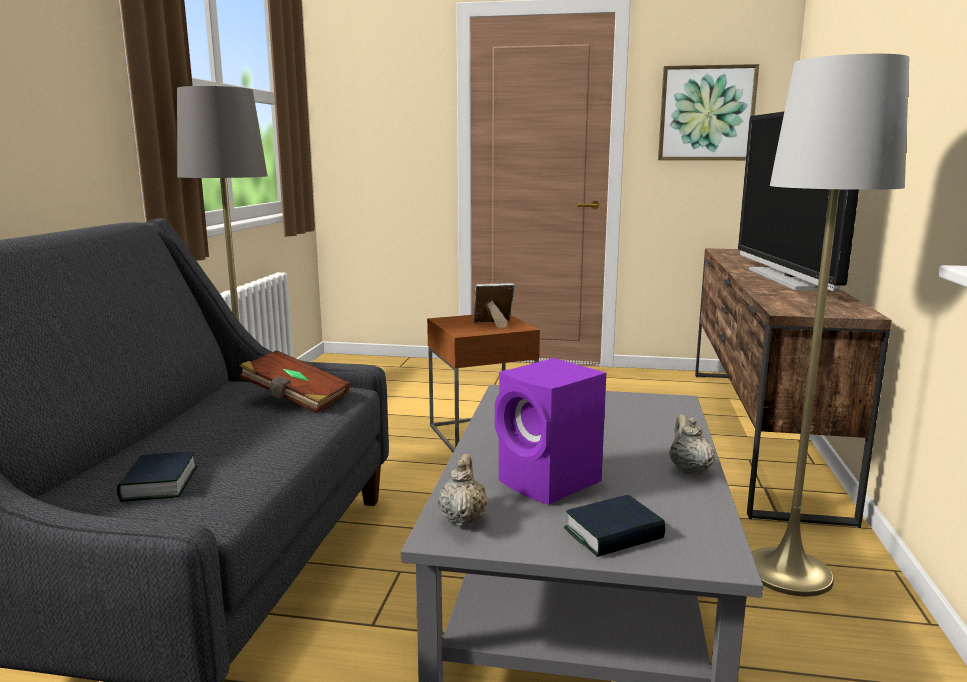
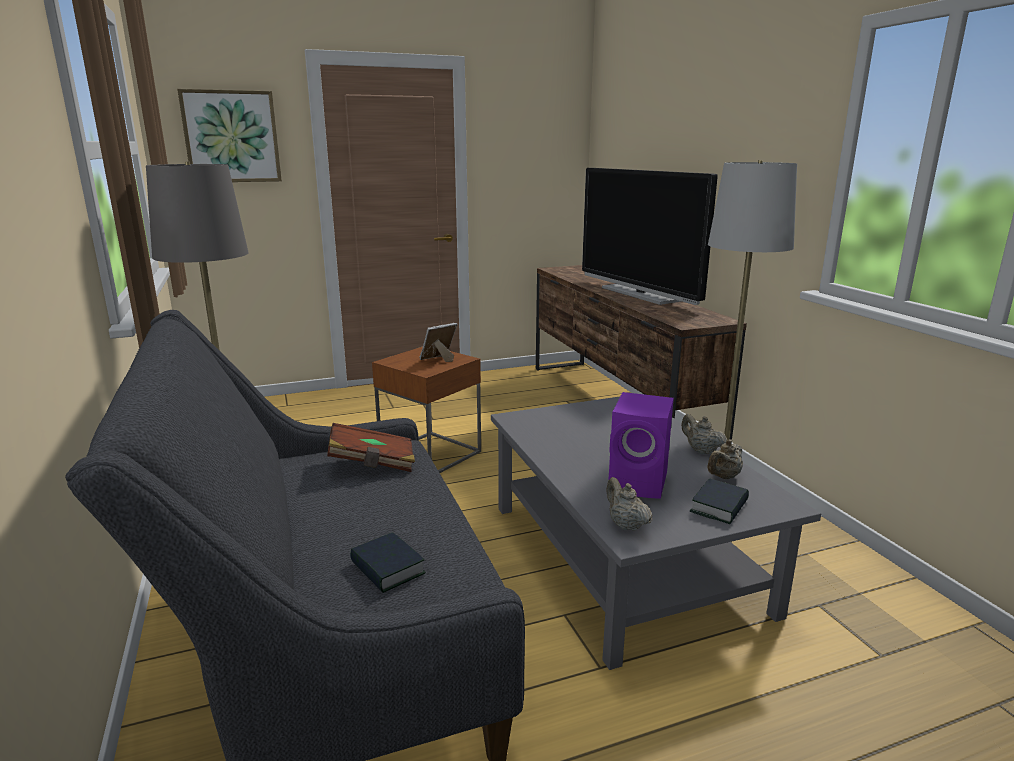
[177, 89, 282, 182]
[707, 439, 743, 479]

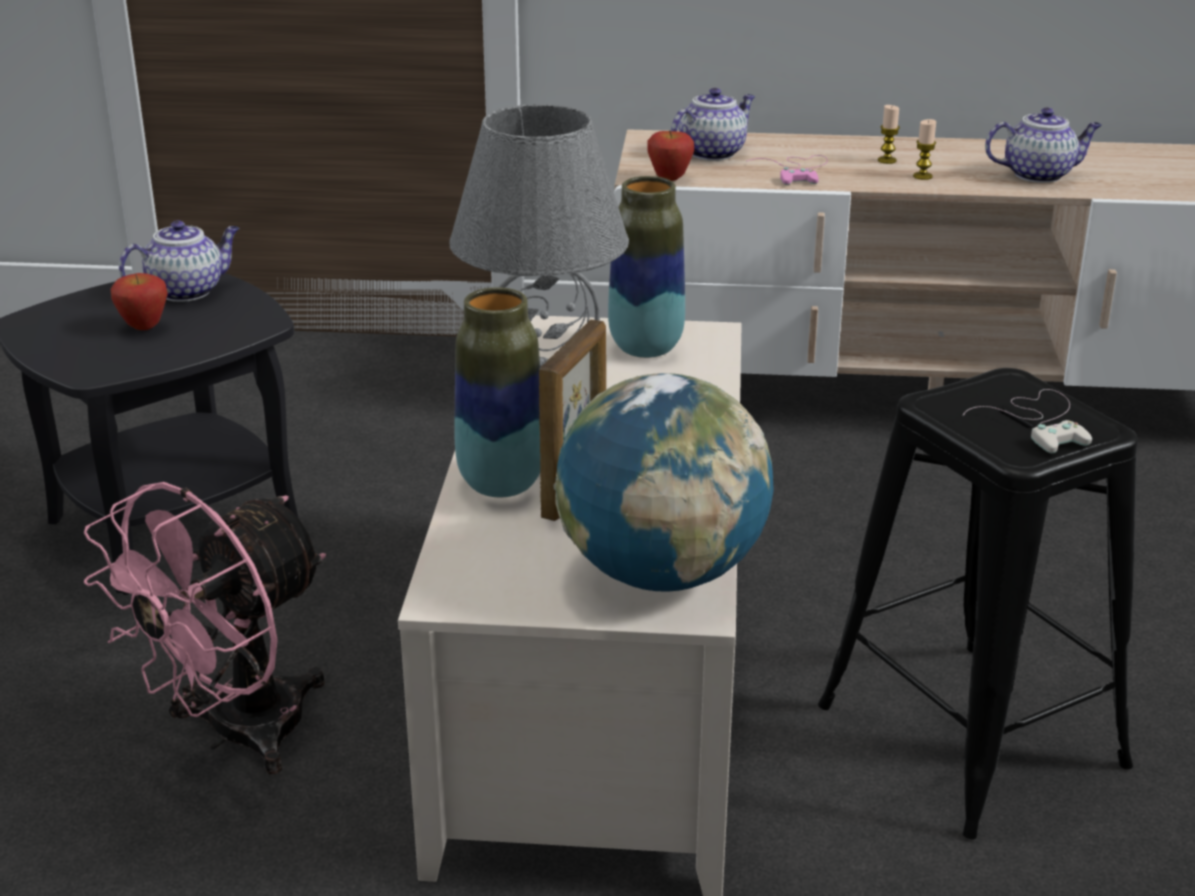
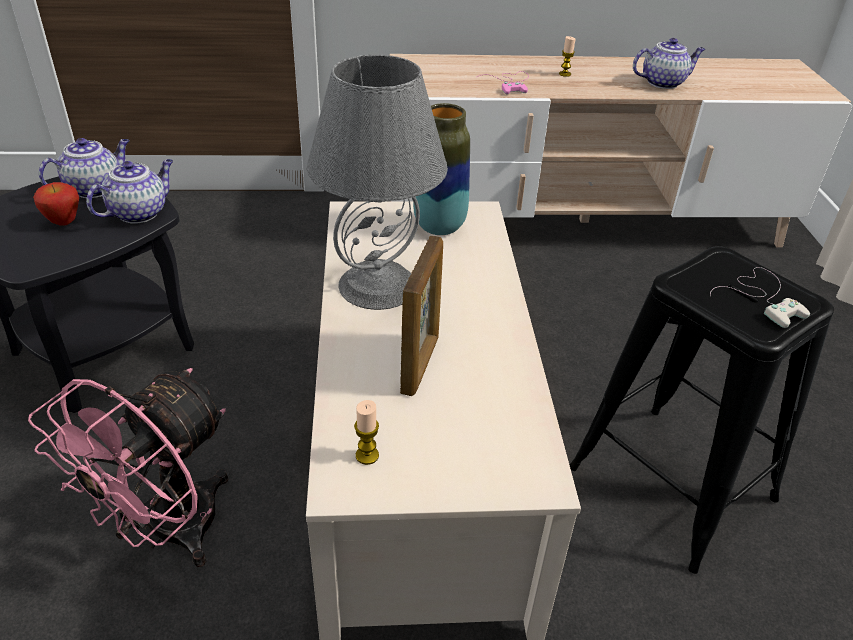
[86, 159, 173, 224]
[354, 400, 379, 465]
[647, 131, 694, 181] (first image)
[454, 287, 541, 497] (first image)
[554, 373, 774, 592] (first image)

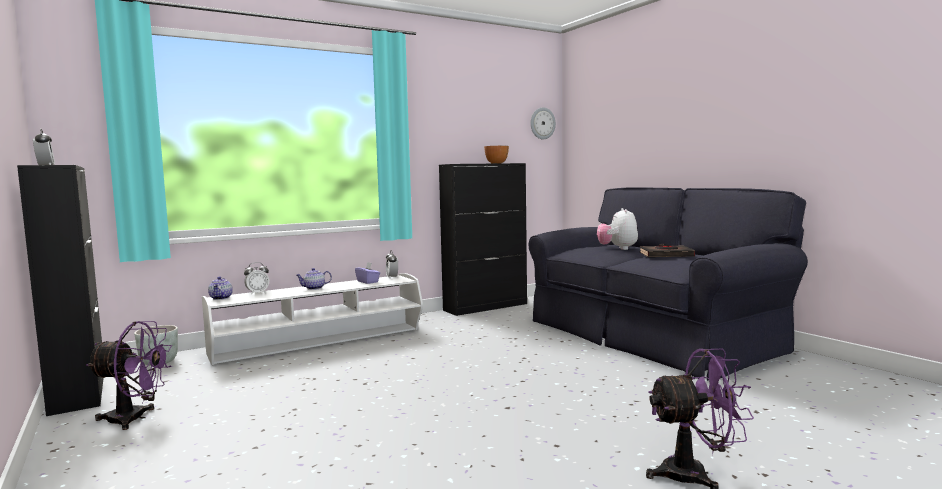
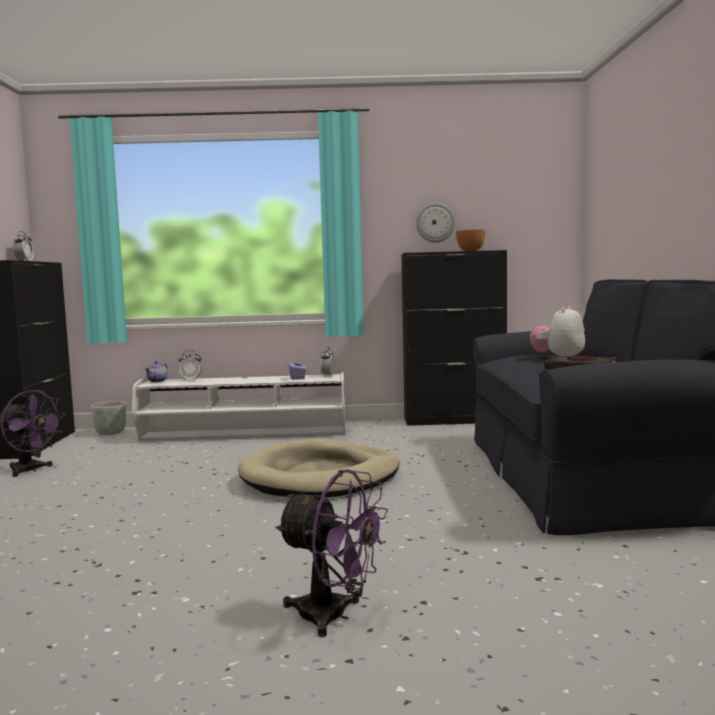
[416, 202, 455, 243]
[296, 268, 332, 290] (first image)
[238, 439, 400, 497]

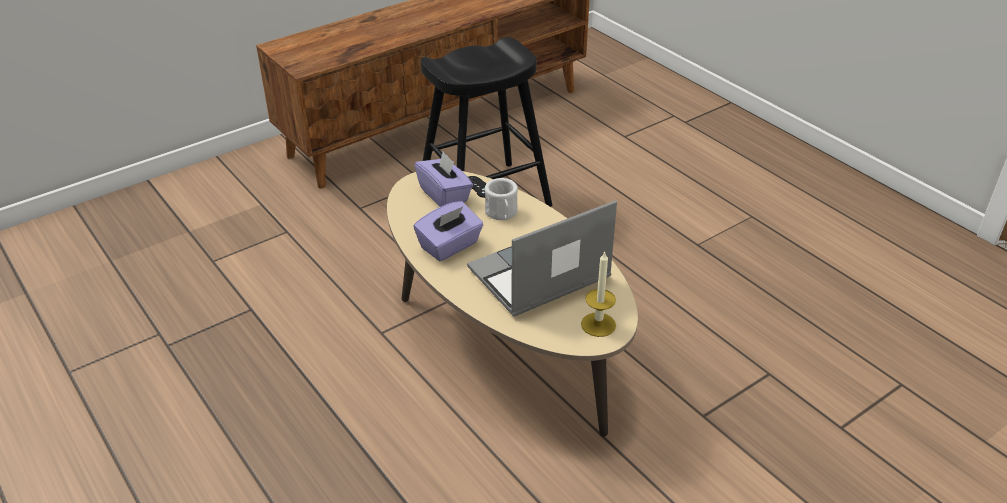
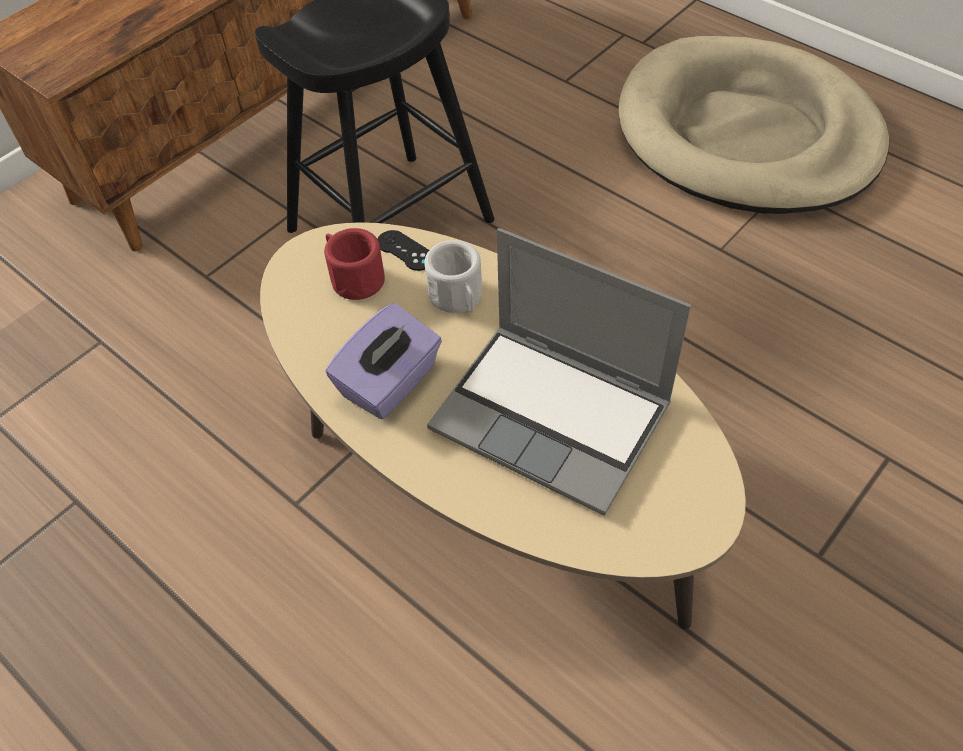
[324, 228, 385, 300]
[427, 228, 691, 516]
[581, 251, 616, 337] (first image)
[619, 36, 889, 214]

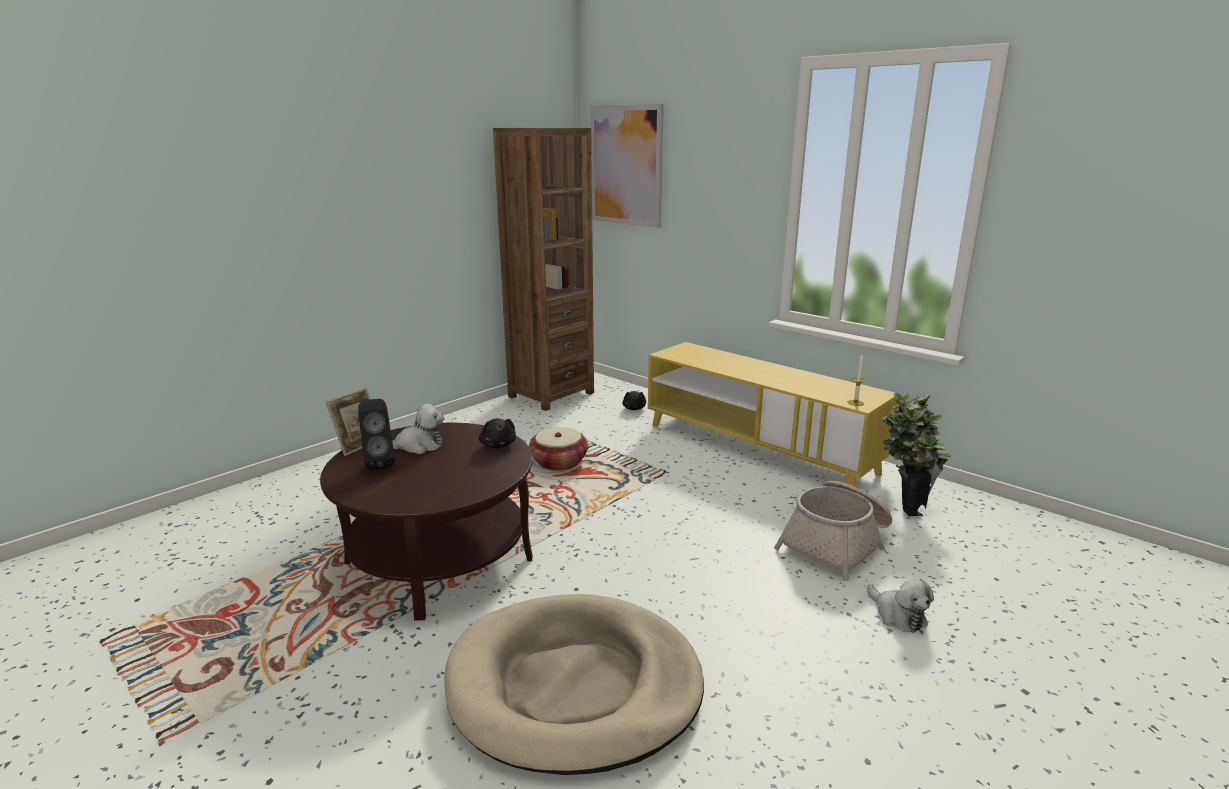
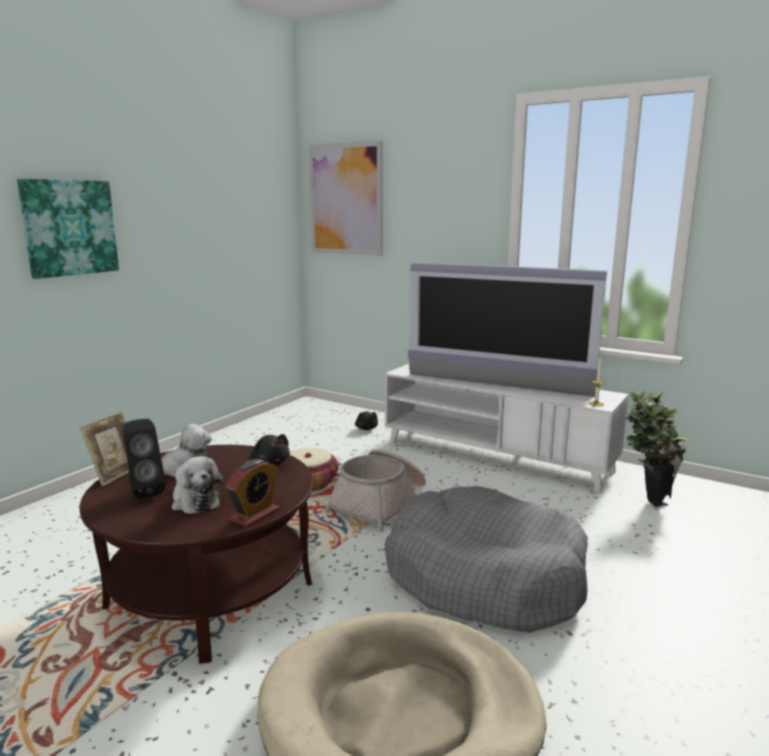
[493, 128, 594, 411] (first image)
[385, 364, 629, 493]
[324, 450, 426, 532]
[172, 456, 223, 514]
[17, 179, 119, 279]
[408, 262, 607, 397]
[226, 459, 279, 527]
[385, 486, 588, 633]

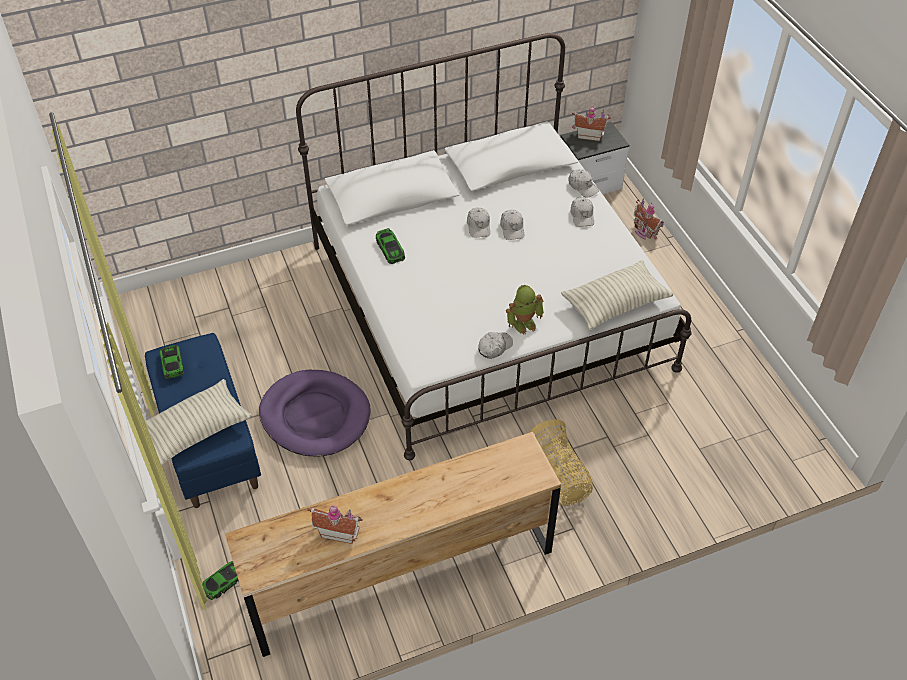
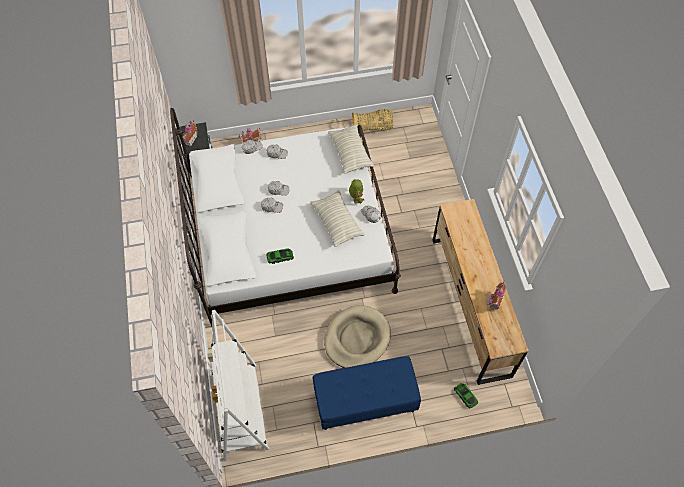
[159, 345, 184, 379] (first image)
[324, 305, 391, 368]
[310, 190, 365, 247]
[352, 109, 393, 131]
[207, 310, 269, 461]

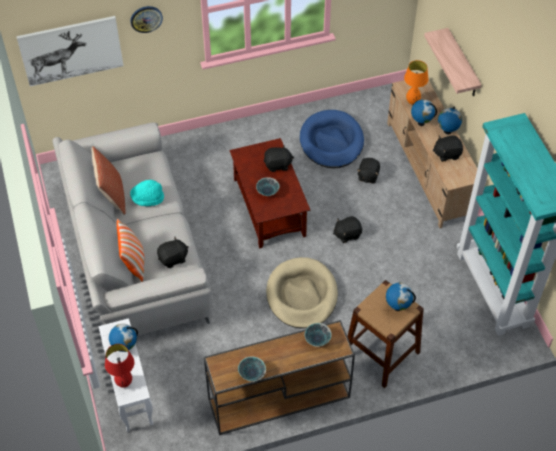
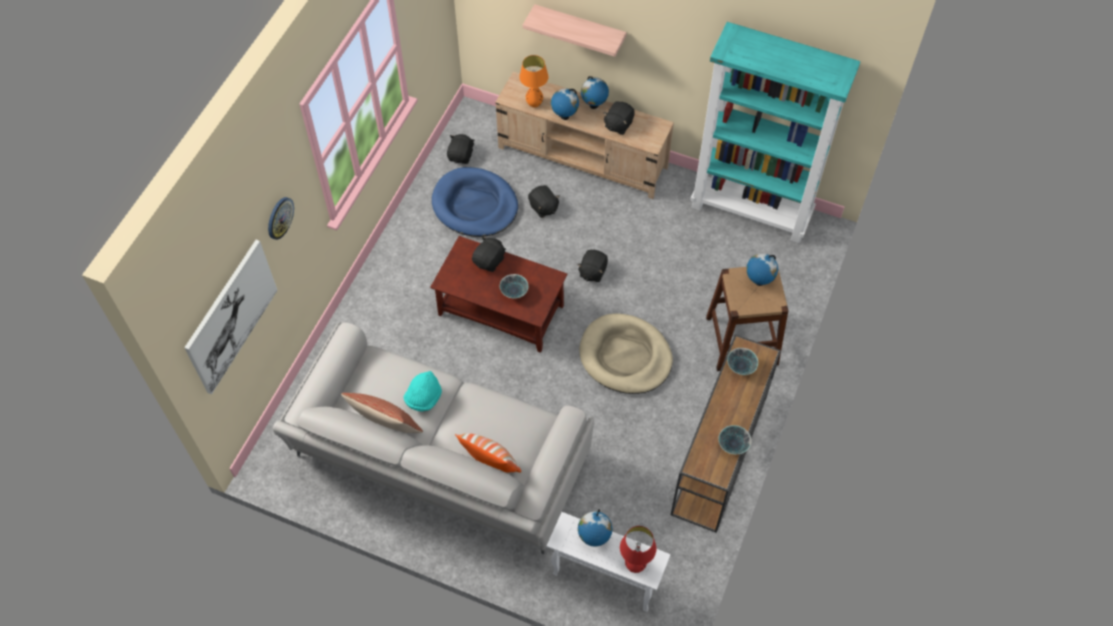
[447, 134, 475, 164]

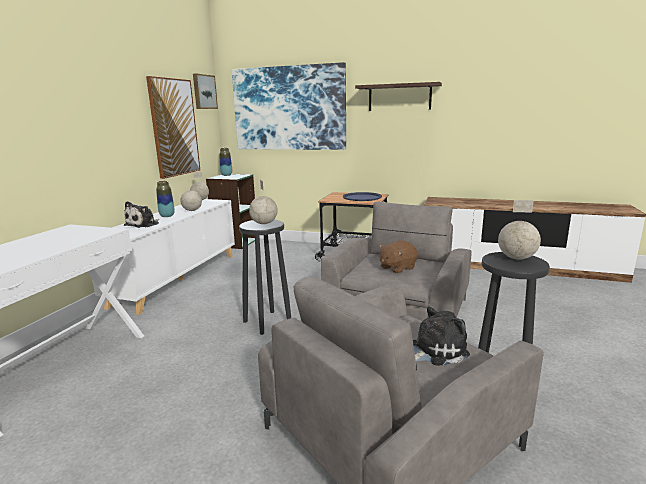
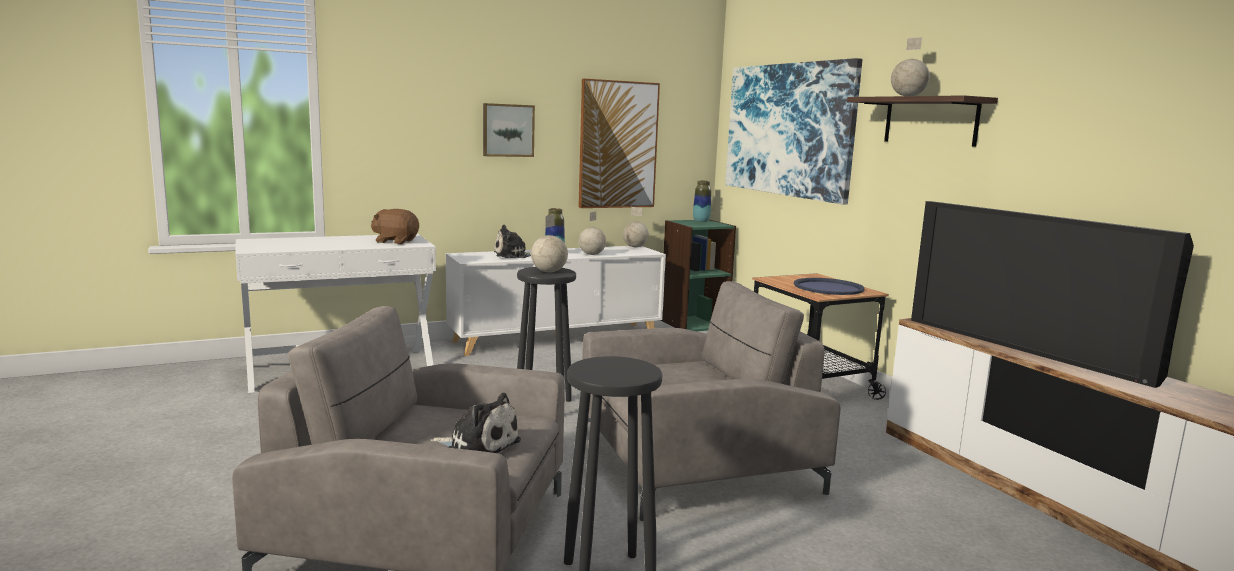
[483, 103, 535, 157]
[891, 37, 930, 96]
[371, 209, 419, 244]
[911, 201, 1194, 388]

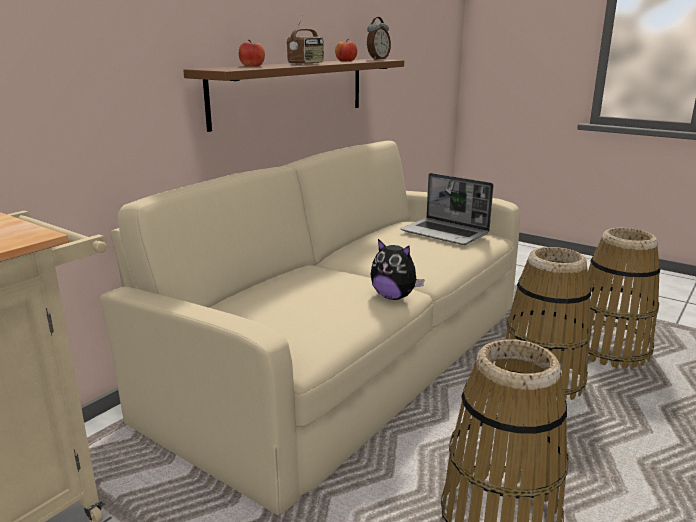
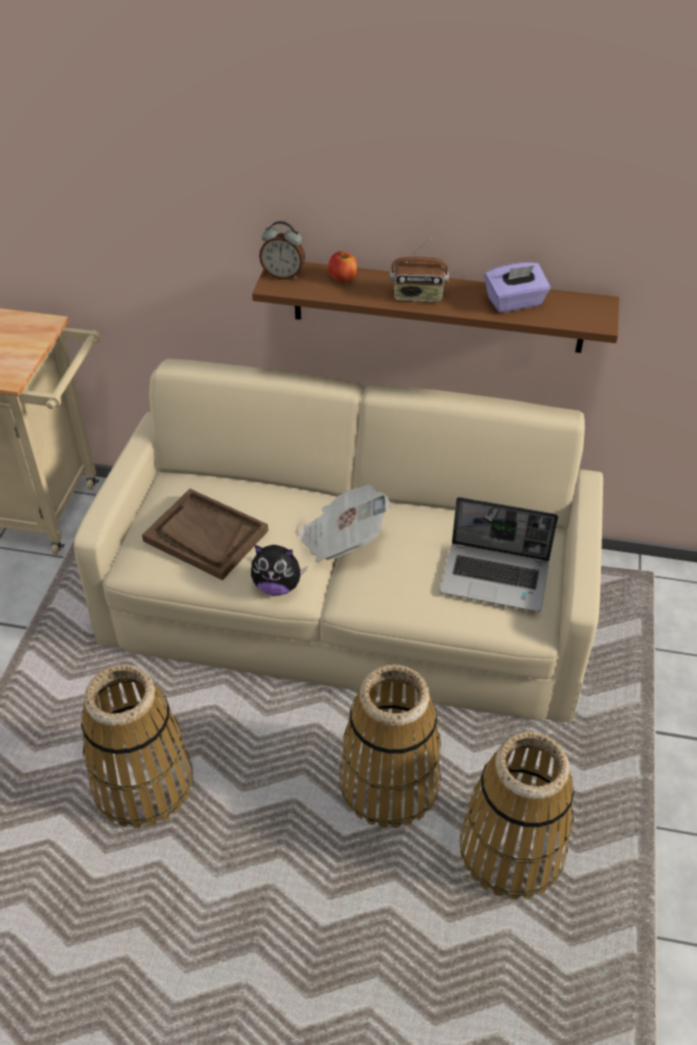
[259, 221, 305, 280]
[485, 262, 551, 313]
[440, 497, 558, 612]
[251, 545, 307, 595]
[298, 485, 390, 563]
[142, 489, 268, 580]

